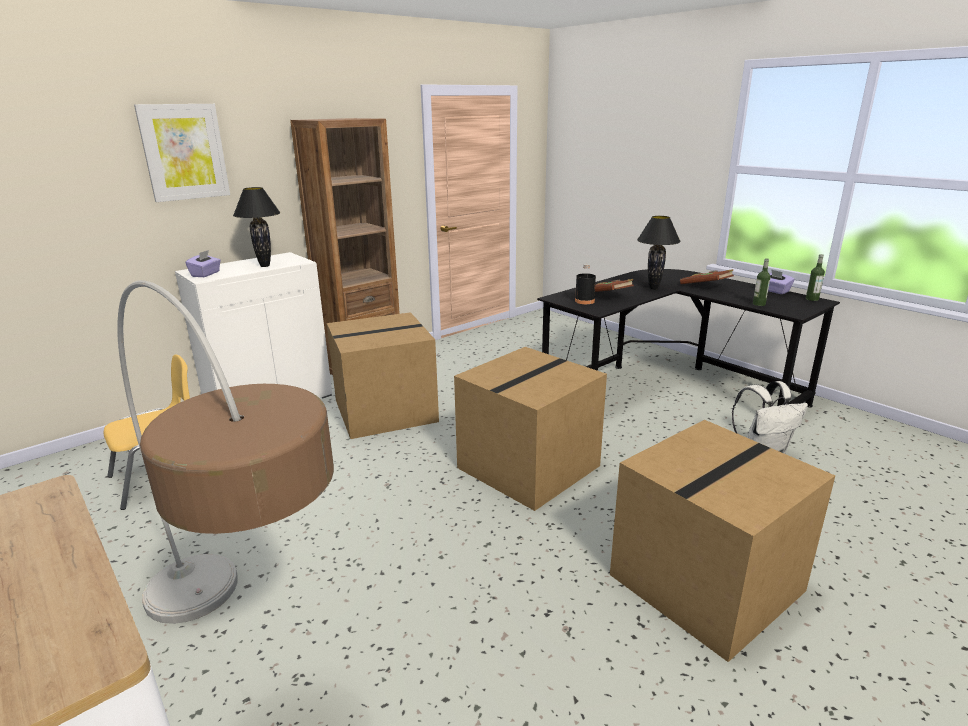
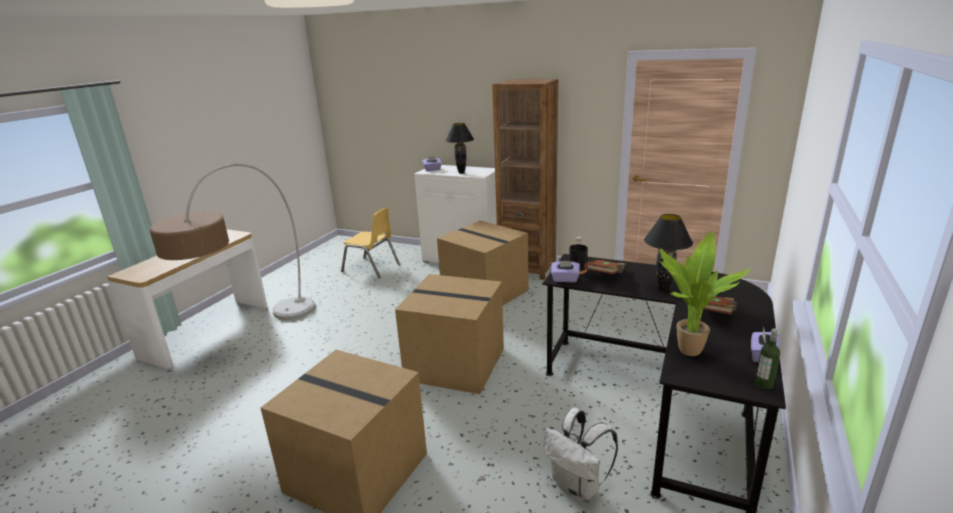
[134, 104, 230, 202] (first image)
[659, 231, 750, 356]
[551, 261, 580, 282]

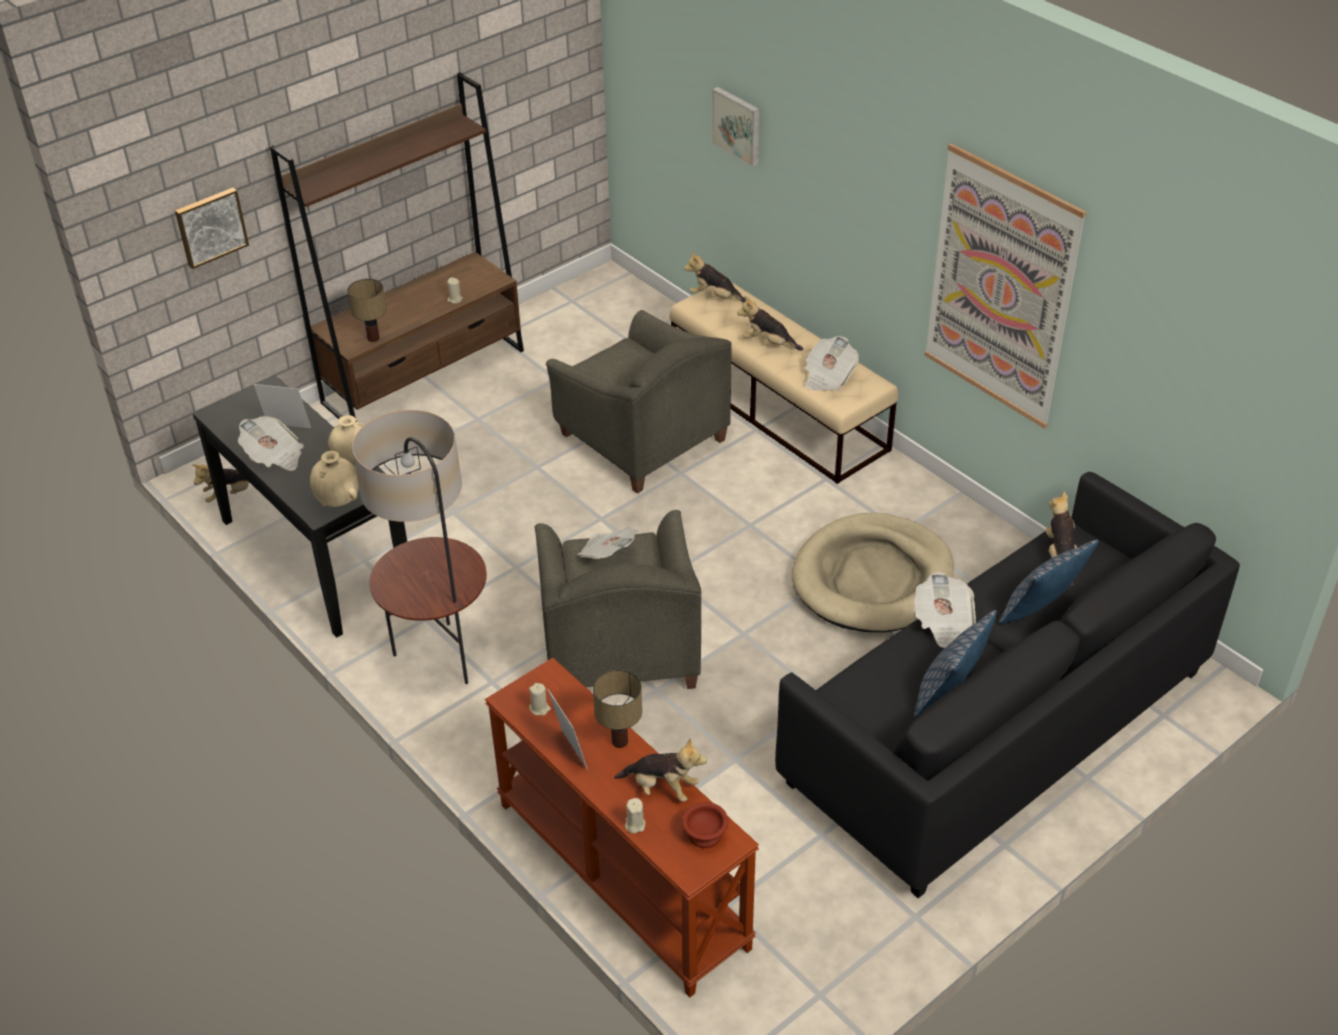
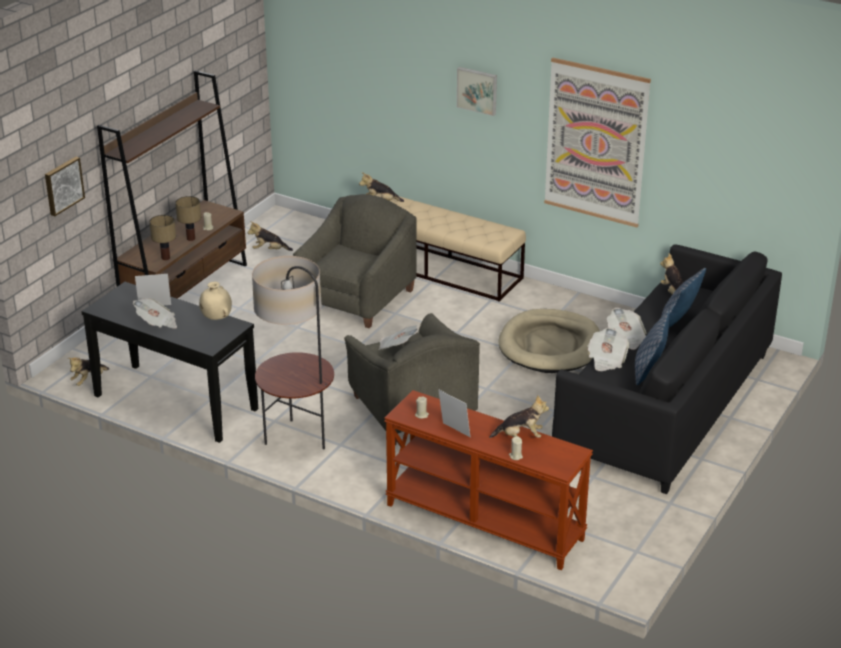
[457, 67, 497, 116]
[248, 221, 293, 251]
[293, 194, 417, 328]
[587, 328, 630, 371]
[310, 451, 359, 507] (first image)
[175, 196, 201, 241]
[682, 802, 728, 848] (first image)

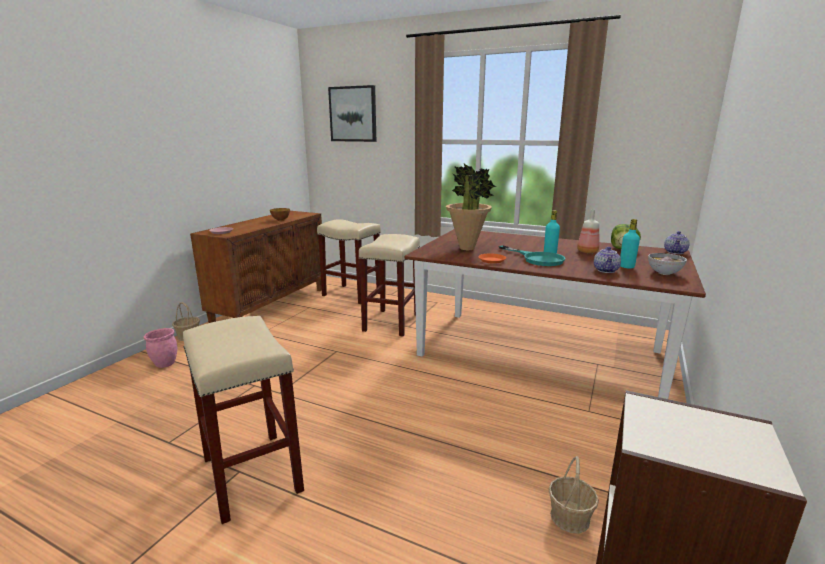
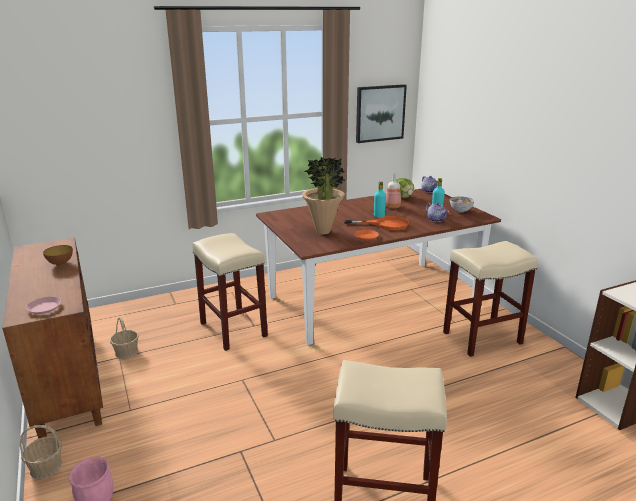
[356, 84, 407, 143]
[443, 241, 538, 357]
[344, 216, 409, 230]
[110, 317, 139, 359]

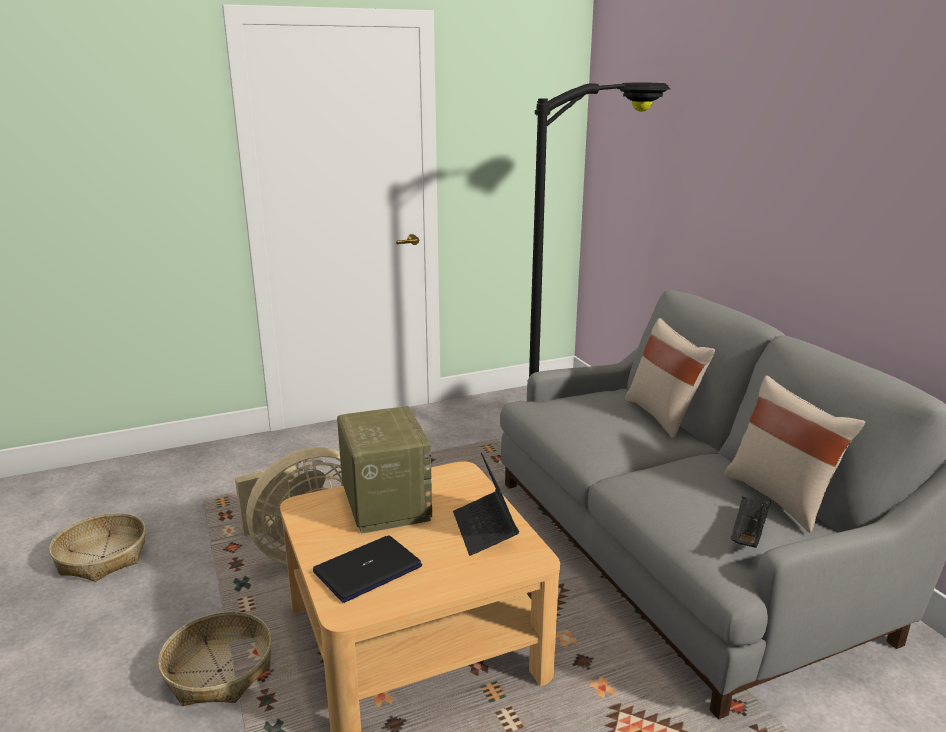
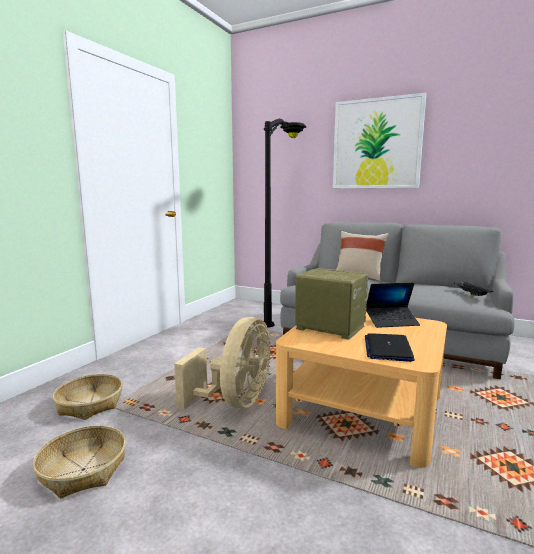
[724, 375, 865, 533] (first image)
[365, 283, 420, 328]
[53, 374, 123, 420]
[333, 93, 426, 188]

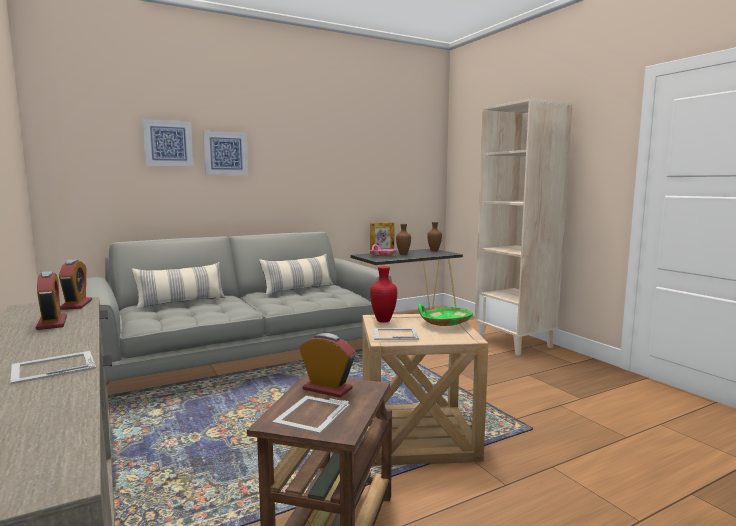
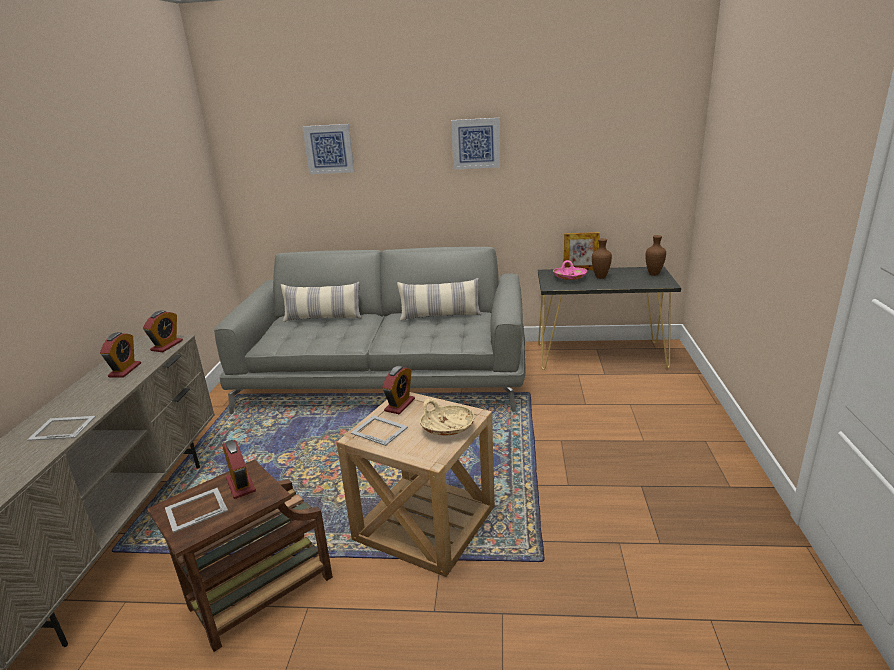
[475, 98, 573, 356] (first image)
[451, 118, 500, 169]
[382, 366, 415, 415]
[420, 399, 474, 436]

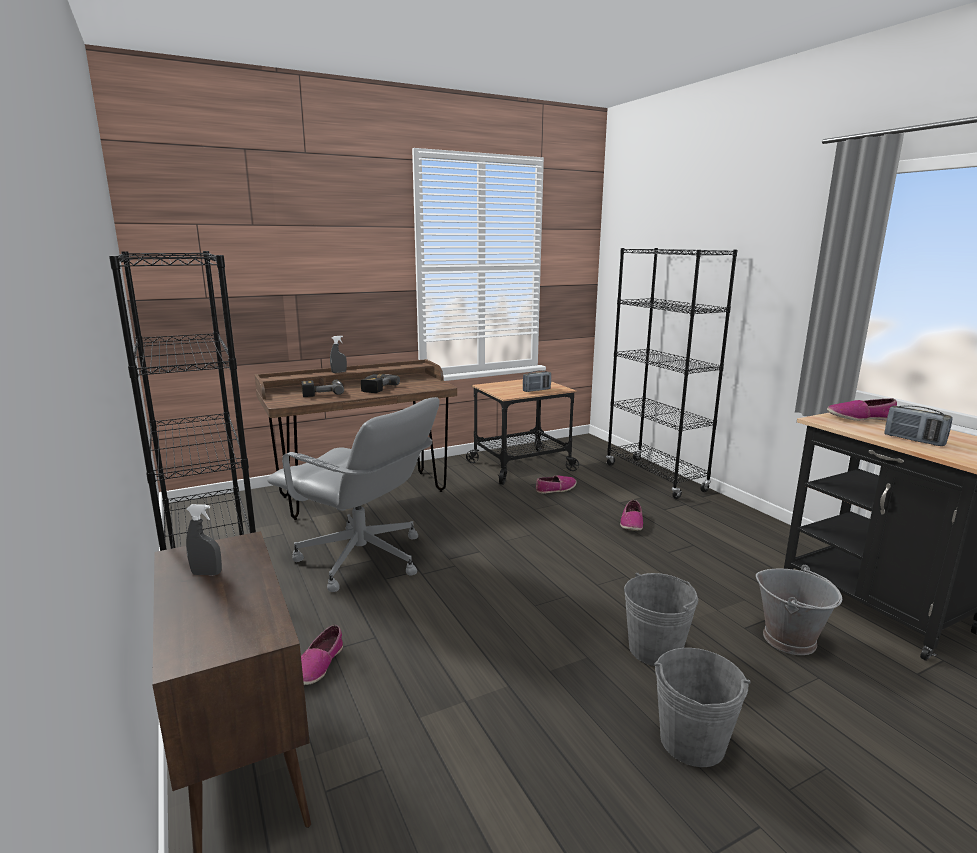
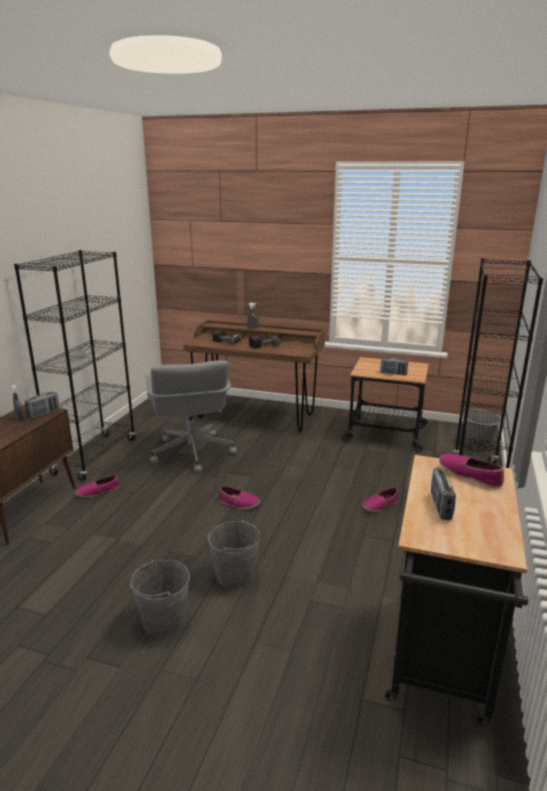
[219, 487, 260, 509]
[463, 409, 501, 450]
[25, 392, 60, 419]

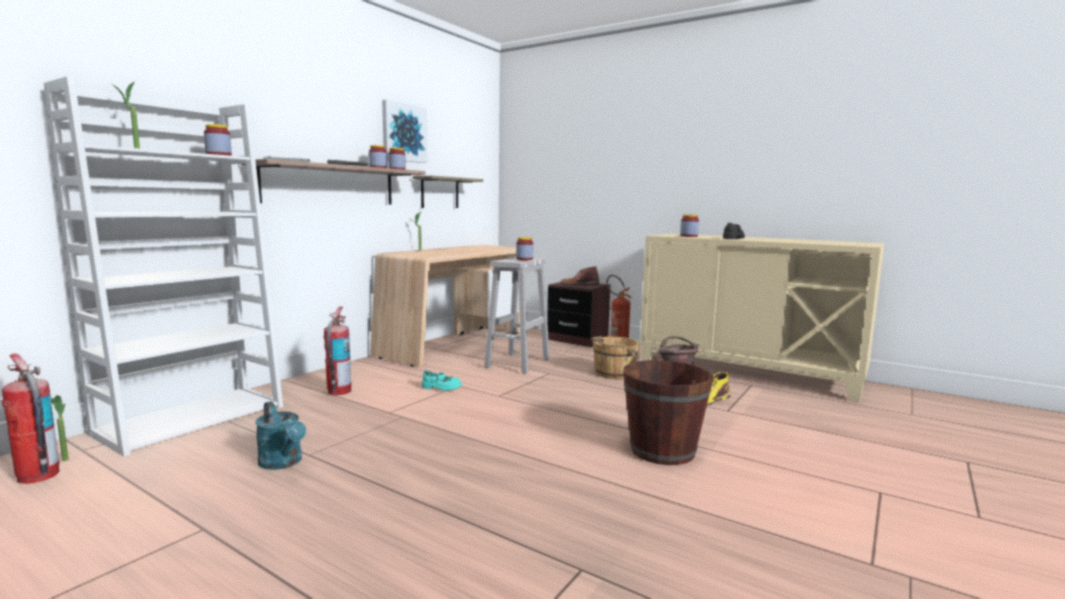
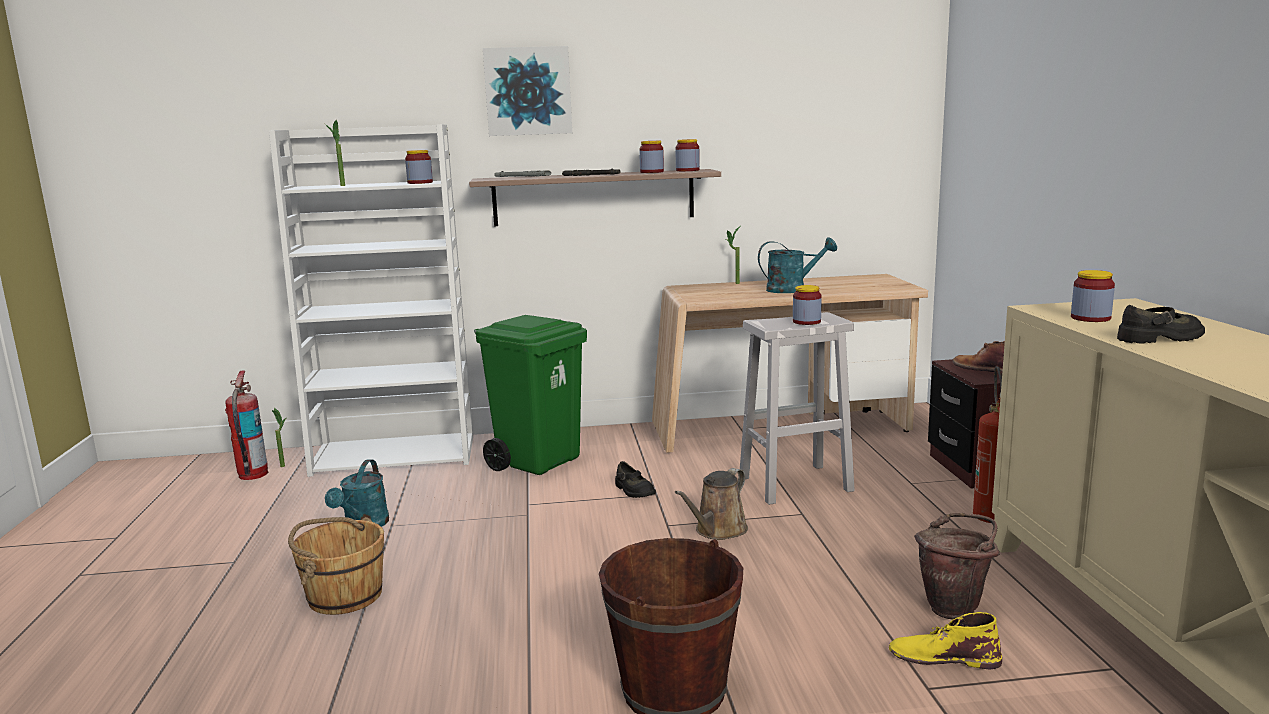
[483, 46, 572, 136]
[413, 176, 483, 208] (first image)
[474, 315, 587, 475]
[288, 517, 385, 615]
[615, 461, 656, 498]
[758, 237, 837, 293]
[675, 468, 748, 540]

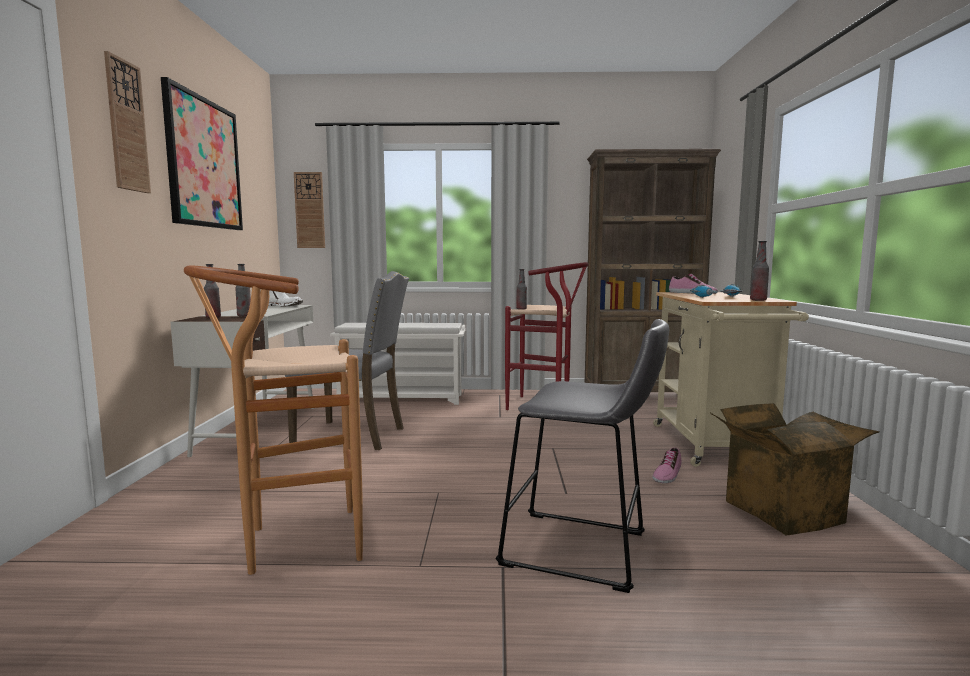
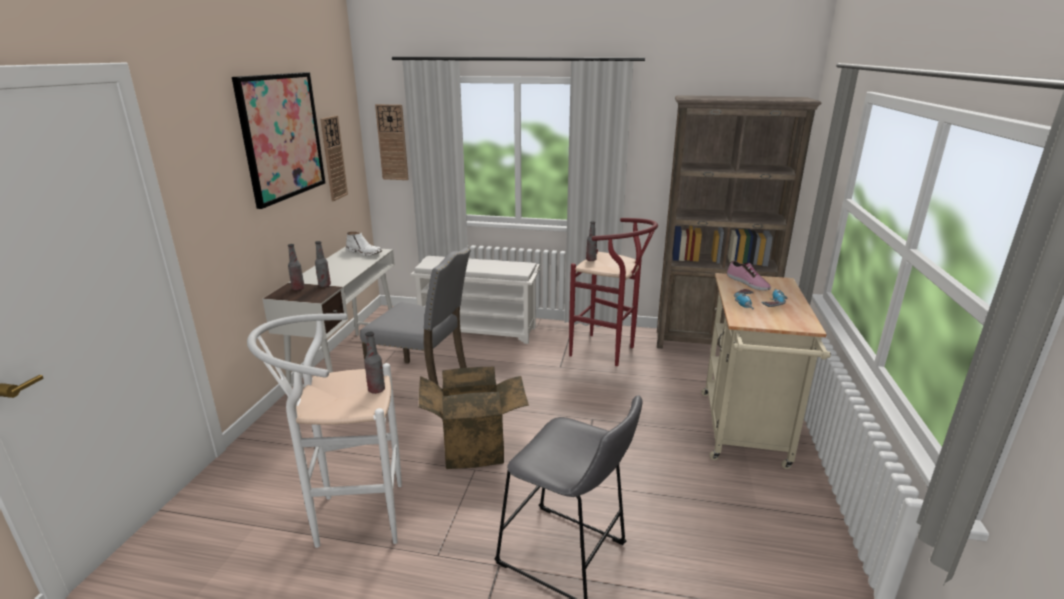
[320, 116, 348, 201]
[364, 332, 385, 394]
[247, 313, 402, 548]
[419, 367, 529, 469]
[653, 447, 682, 483] (first image)

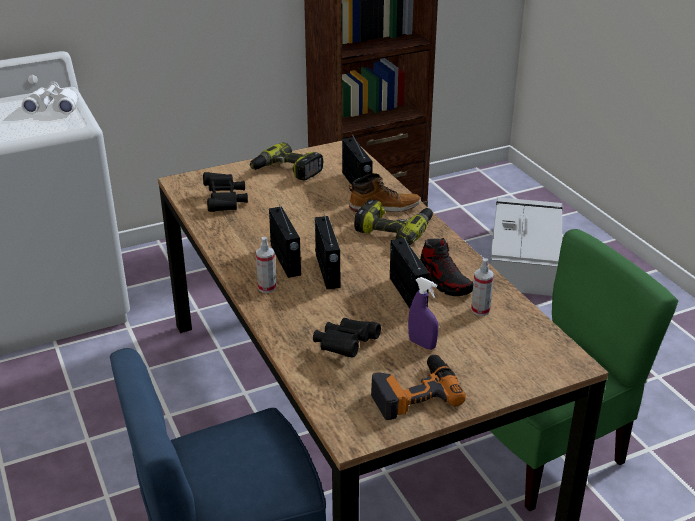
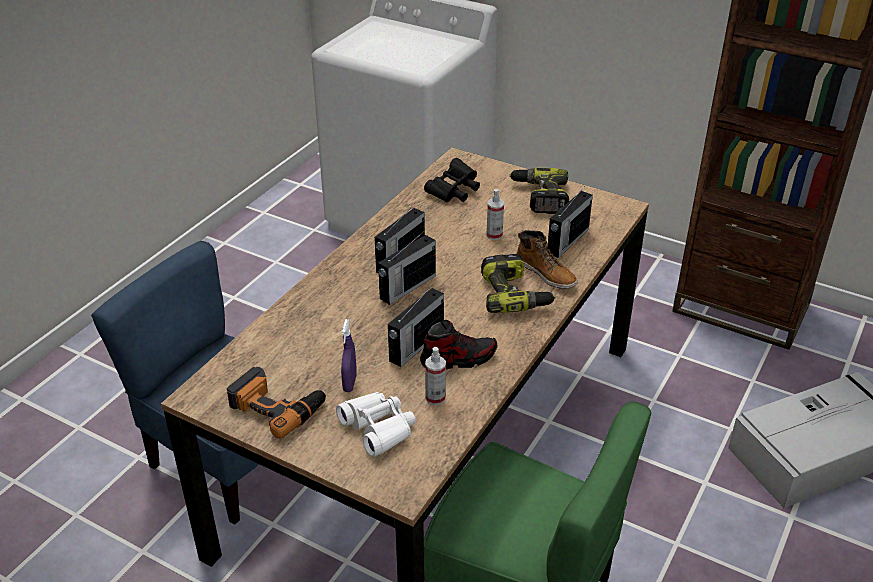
[336, 392, 416, 457]
[487, 189, 504, 240]
[420, 320, 497, 369]
[313, 318, 381, 358] (first image)

